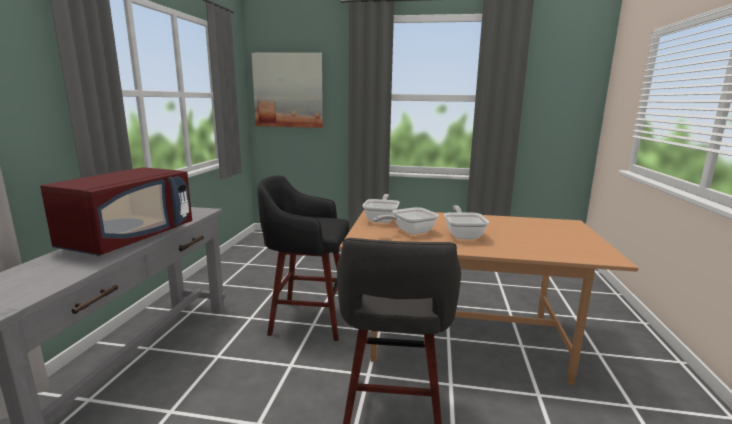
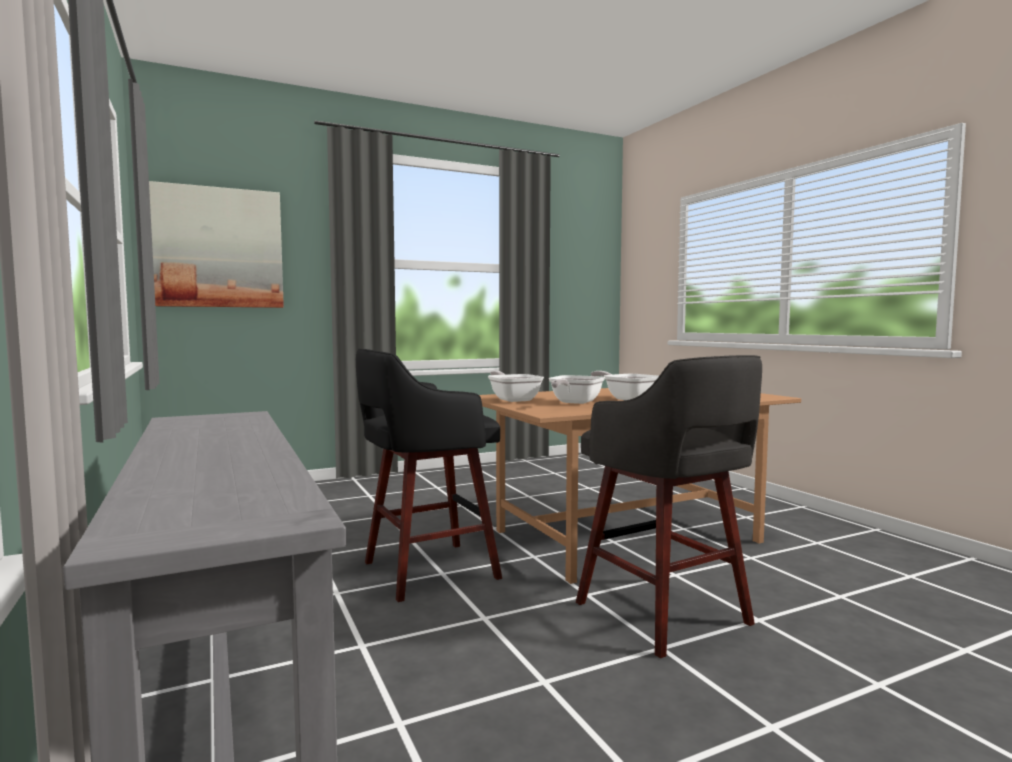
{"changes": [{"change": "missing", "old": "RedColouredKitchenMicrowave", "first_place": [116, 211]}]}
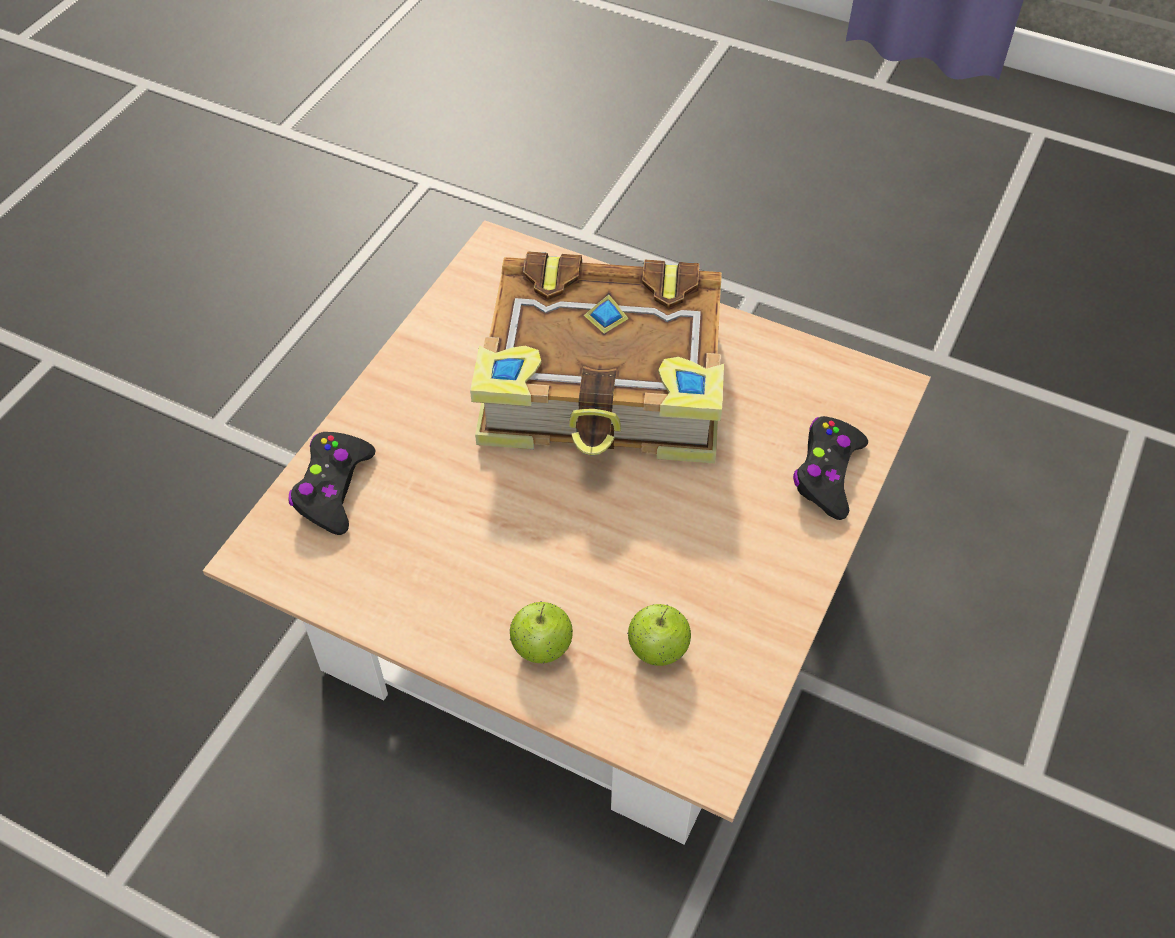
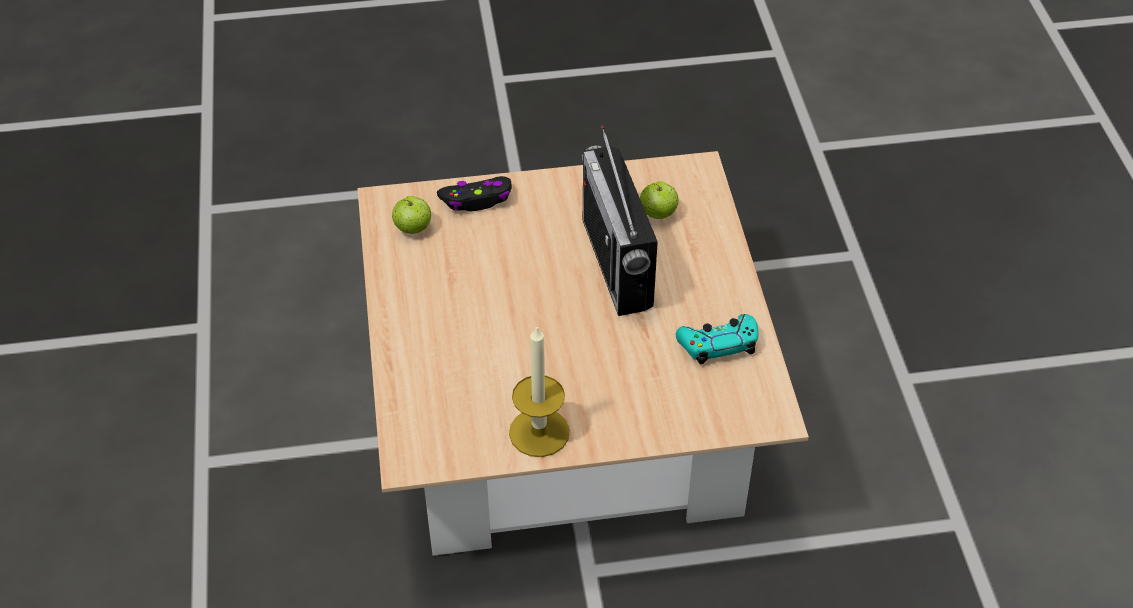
{"changes": [{"change": "missing", "old": "Book", "first_place": [597, 357]}, {"change": "missing", "old": "BlackColouredJoypad", "first_place": [332, 483]}, {"change": "relocated", "old": "AppleFruit", "first_place": [541, 632], "second_place": [411, 215]}, {"change": "appeared", "new": "RadioSet", "second_place": [620, 220]}, {"change": "appeared", "new": "TurquoiseColouredJoypad", "second_place": [717, 339]}, {"change": "appeared", "new": "WaxLight", "second_place": [539, 391]}]}
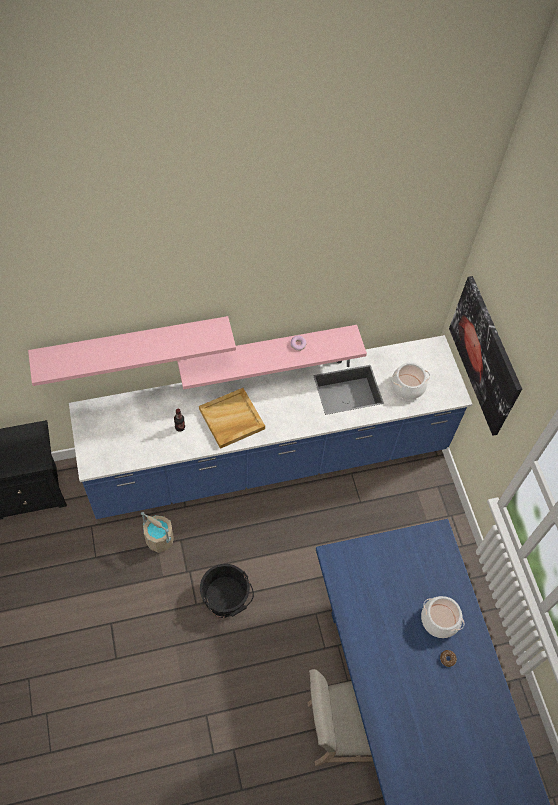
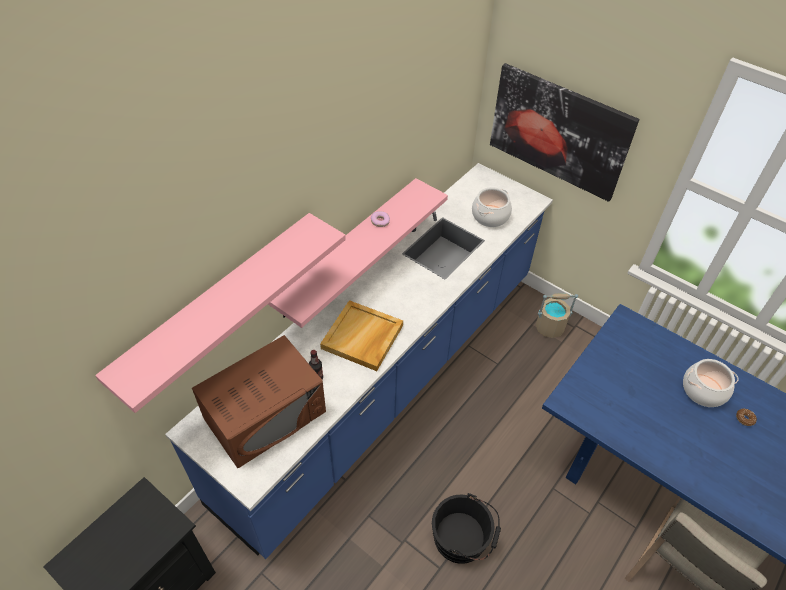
{"changes": [{"change": "relocated", "old": "BeigeWaterBucket", "first_place": [157, 532], "second_place": [557, 315]}, {"change": "appeared", "new": "BrownColouredKitchenMicrowave", "second_place": [259, 401]}]}
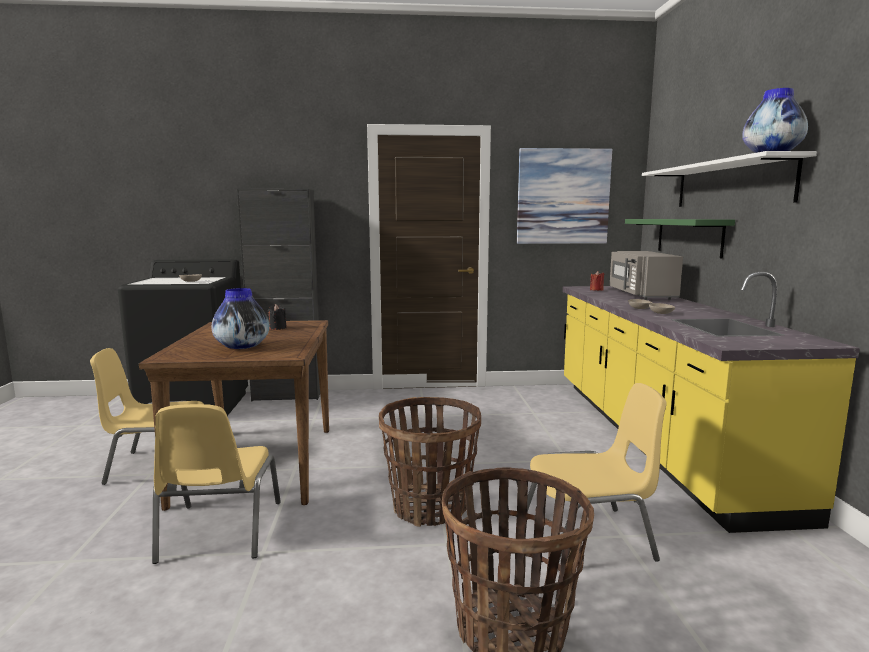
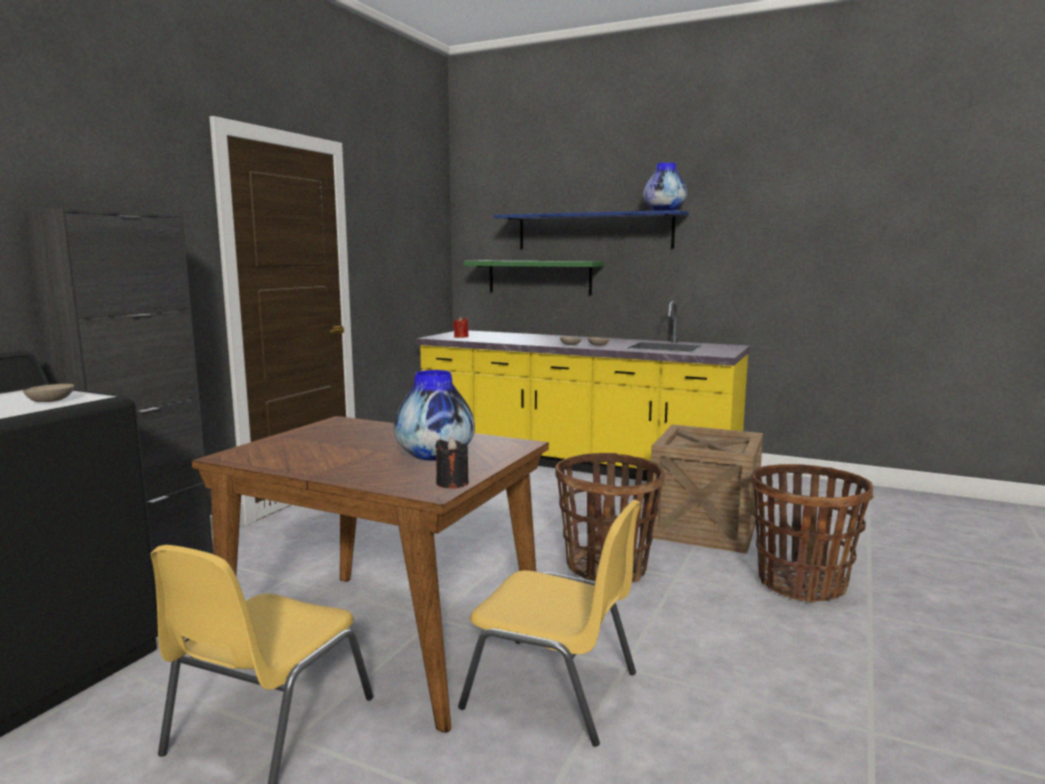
{"changes": [{"change": "missing", "old": "WallArt", "first_place": [564, 196]}, {"change": "colour", "old": "WhiteShelf", "new": "BluishShelf", "first_place": [729, 179], "second_place": [591, 229]}, {"change": "missing", "old": "GrayKitchenMicrowave", "first_place": [646, 275]}, {"change": "relocated", "old": "BlackColouredWaxLight", "first_place": [277, 317], "second_place": [452, 463]}, {"change": "exchanged", "old": "YellowishChair", "new": "Crate", "first_place": [597, 472], "second_place": [707, 489]}]}
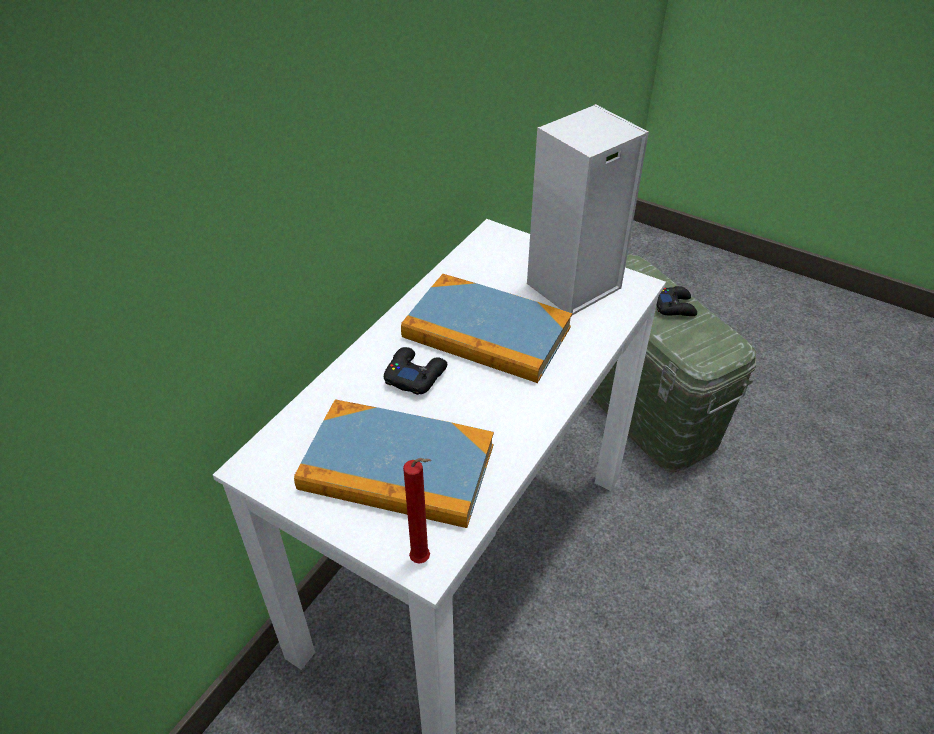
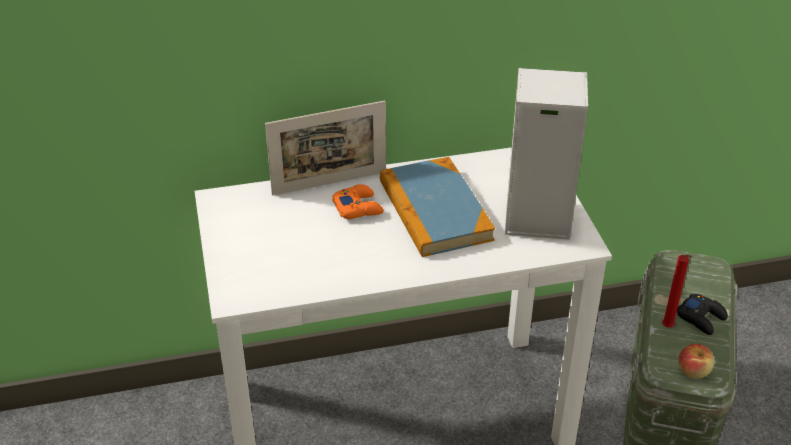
{"changes": [{"change": "colour", "old": "BlackColouredJoypad", "new": "OrangeyJoypad", "first_place": [415, 371], "second_place": [358, 201]}, {"change": "missing", "old": "Book", "first_place": [394, 463]}, {"change": "relocated", "old": "RedColouredWaxLight", "first_place": [417, 511], "second_place": [677, 291]}, {"change": "appeared", "new": "PictureFrame", "second_place": [325, 148]}, {"change": "appeared", "new": "AppleFruit", "second_place": [696, 361]}]}
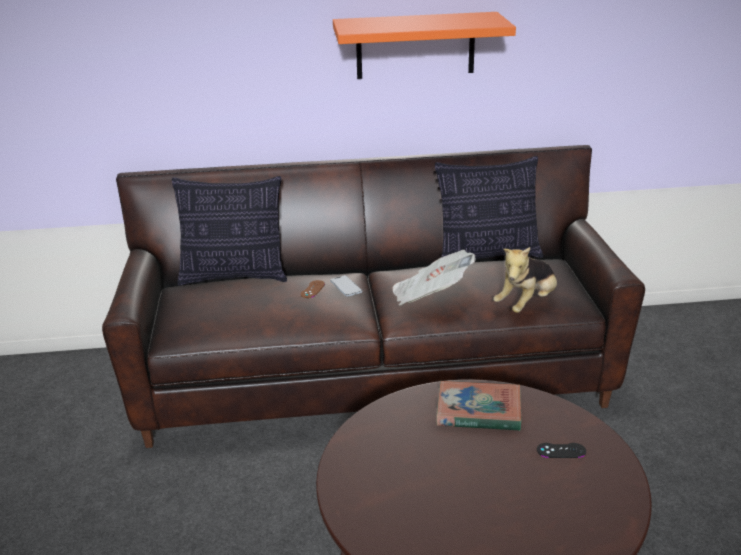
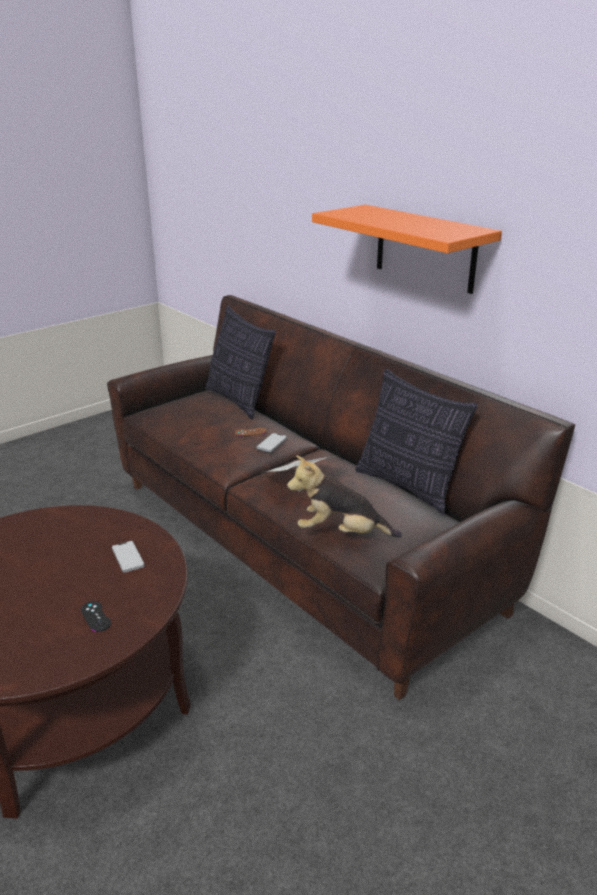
{"changes": [{"change": "exchanged", "old": "Book", "new": "Phone", "first_place": [478, 406], "second_place": [128, 557]}]}
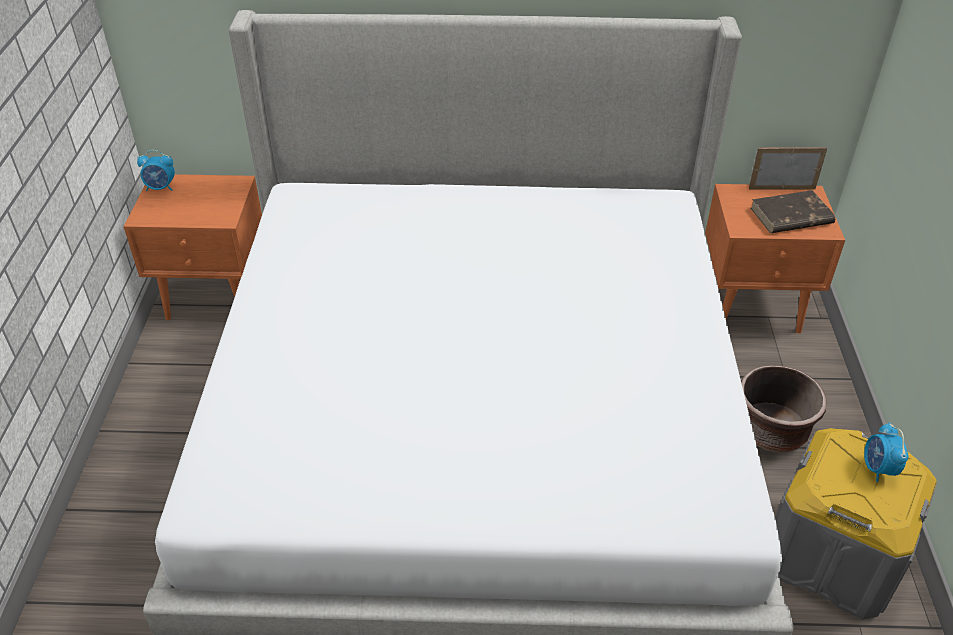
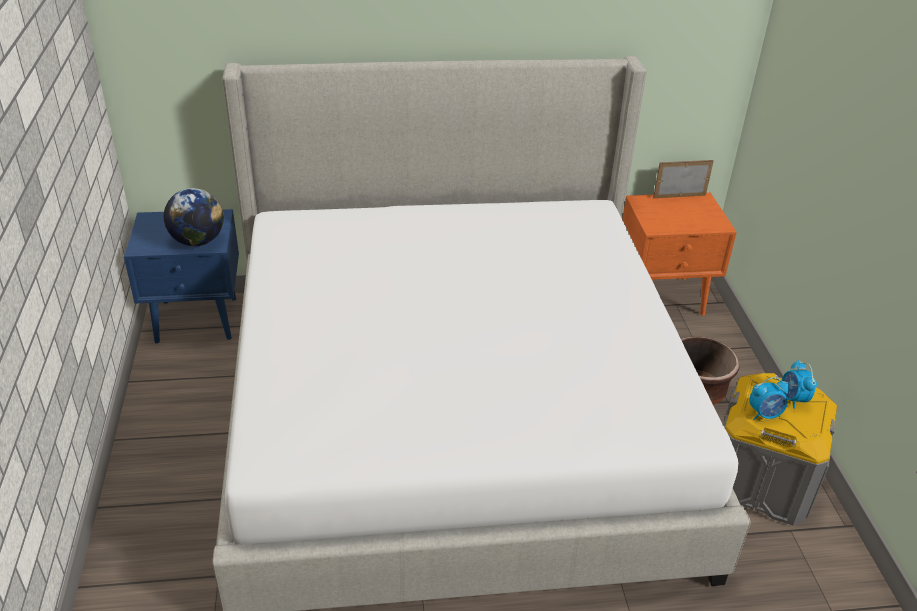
{"changes": [{"change": "relocated", "old": "AlarmClock", "first_place": [156, 170], "second_place": [769, 398]}, {"change": "colour", "old": "OrangeyNightTable", "new": "BluishNightTable", "first_place": [193, 247], "second_place": [181, 276]}, {"change": "missing", "old": "BrownColouredBook", "first_place": [792, 211]}, {"change": "appeared", "new": "DeskGlobe", "second_place": [194, 217]}]}
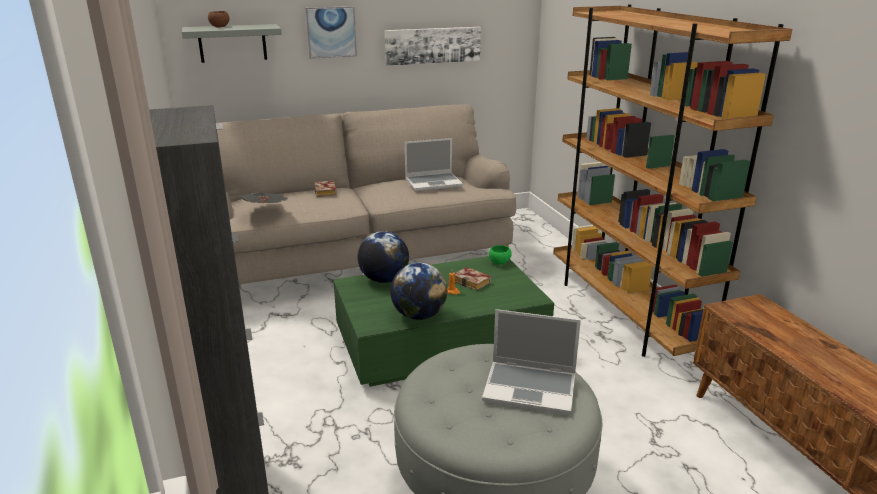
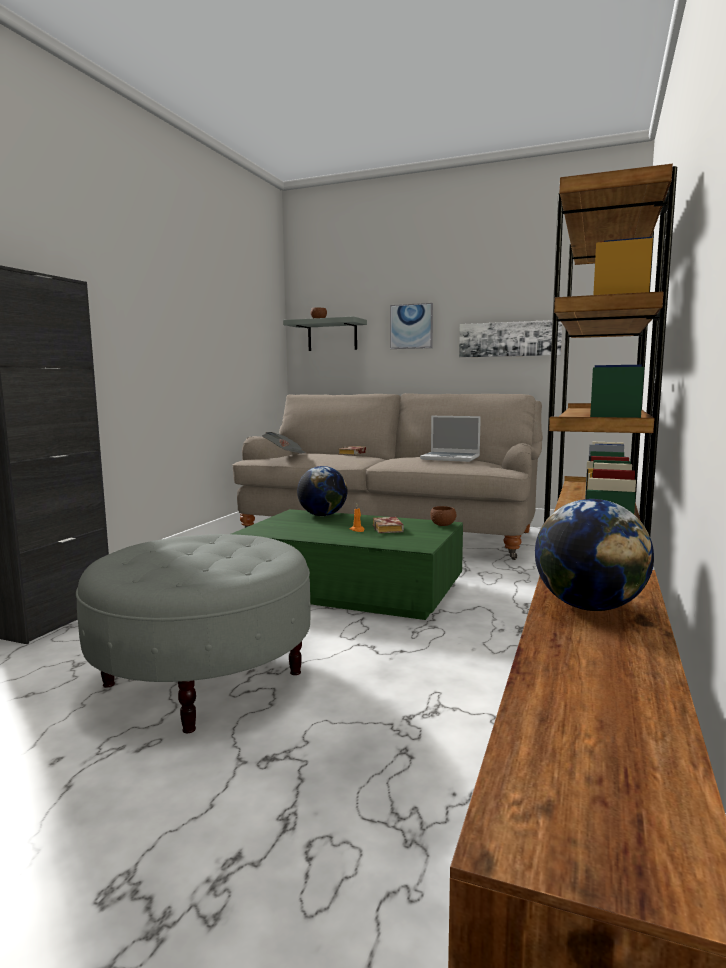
{"changes": [{"change": "colour", "old": "GreenBowl", "new": "BrownColouredBowl", "first_place": [500, 255], "second_place": [443, 516]}, {"change": "relocated", "old": "DeskGlobe", "first_place": [418, 291], "second_place": [594, 555]}, {"change": "missing", "old": "NotebookComputer", "first_place": [531, 362]}]}
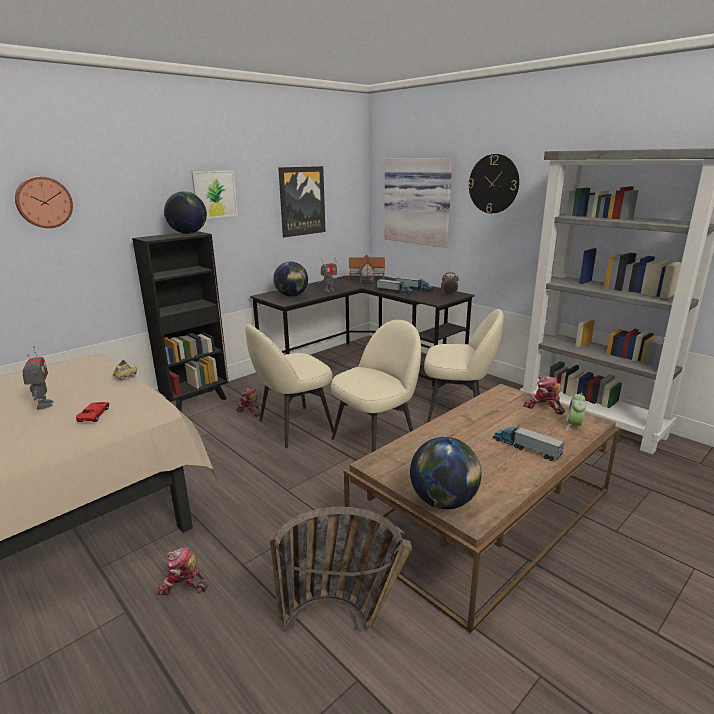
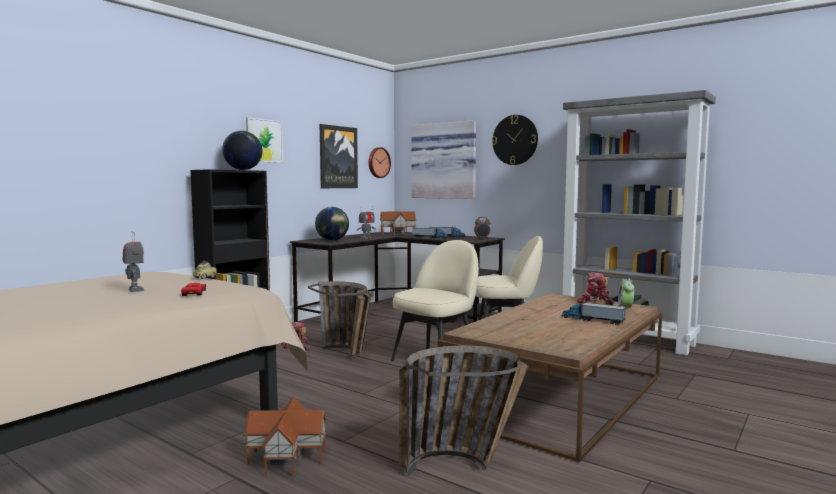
{"changes": [{"change": "relocated", "old": "HangingClock", "first_place": [44, 202], "second_place": [380, 162]}, {"change": "exchanged", "old": "BeigeChair", "new": "StorageBasket", "first_place": [289, 385], "second_place": [340, 320]}, {"change": "missing", "old": "DeskGlobe", "first_place": [445, 473]}, {"change": "exchanged", "old": "RobotFigure", "new": "ToyHouse", "first_place": [182, 571], "second_place": [285, 436]}]}
